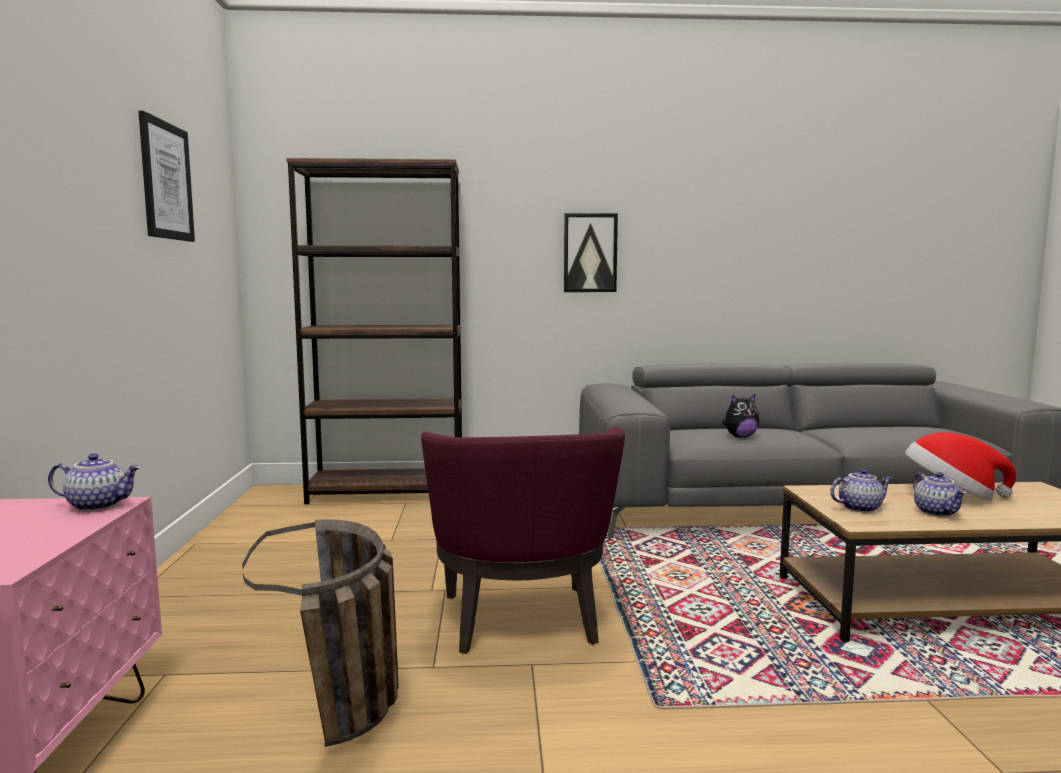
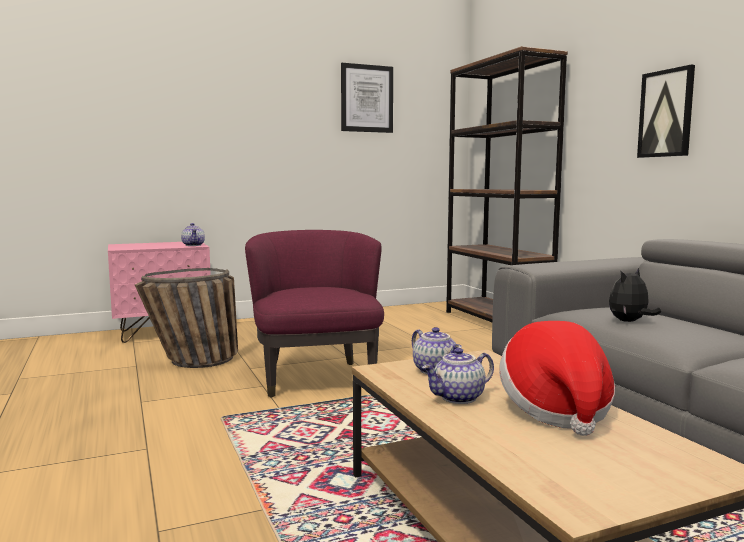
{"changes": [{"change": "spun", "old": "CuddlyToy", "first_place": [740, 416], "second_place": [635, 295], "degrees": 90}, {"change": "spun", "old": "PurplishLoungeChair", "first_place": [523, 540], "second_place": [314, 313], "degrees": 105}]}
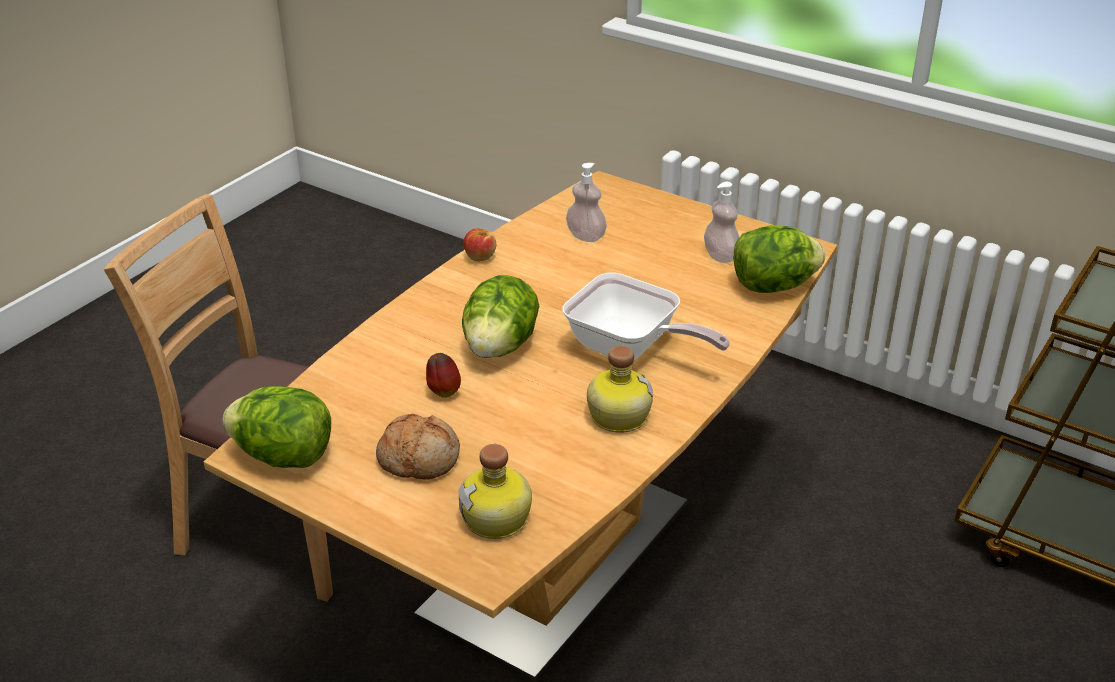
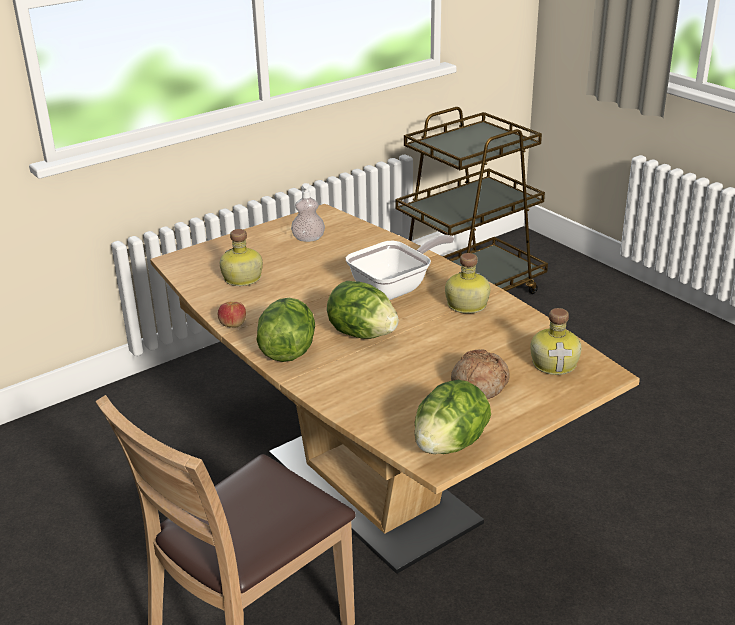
{"changes": [{"change": "exchanged", "old": "LiquidSoapBottle", "new": "Bottle", "first_place": [586, 202], "second_place": [241, 257]}, {"change": "relocated", "old": "LettuceHead", "first_place": [779, 259], "second_place": [285, 330]}, {"change": "missing", "old": "AppleFruit", "first_place": [443, 375]}]}
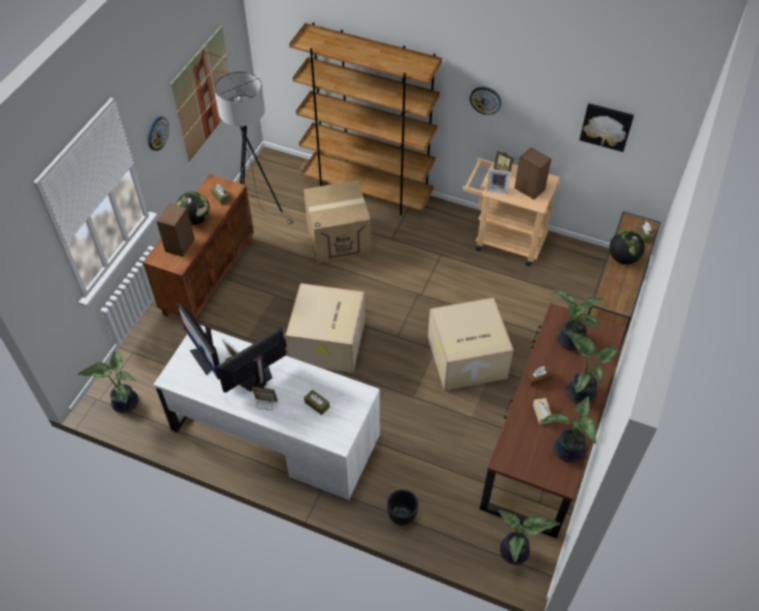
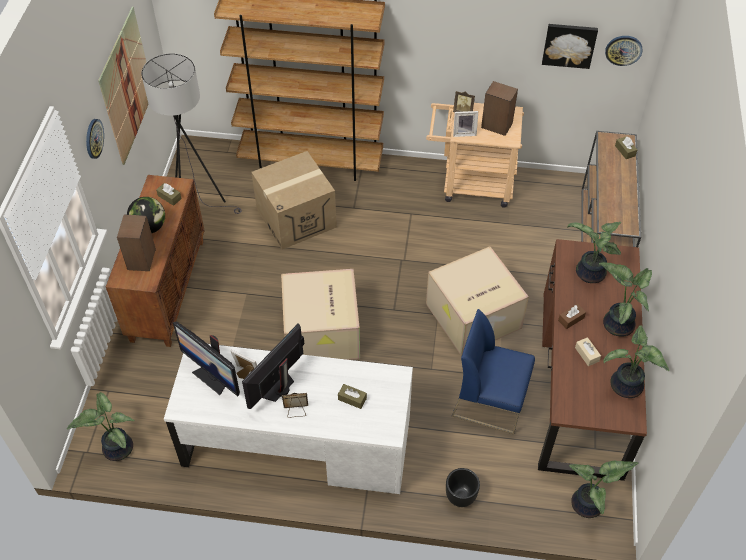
{"changes": [{"change": "relocated", "old": "HangingClock", "first_place": [485, 101], "second_place": [624, 51]}, {"change": "missing", "old": "DeskGlobe", "first_place": [627, 247]}, {"change": "appeared", "new": "BluishChair", "second_place": [493, 371]}]}
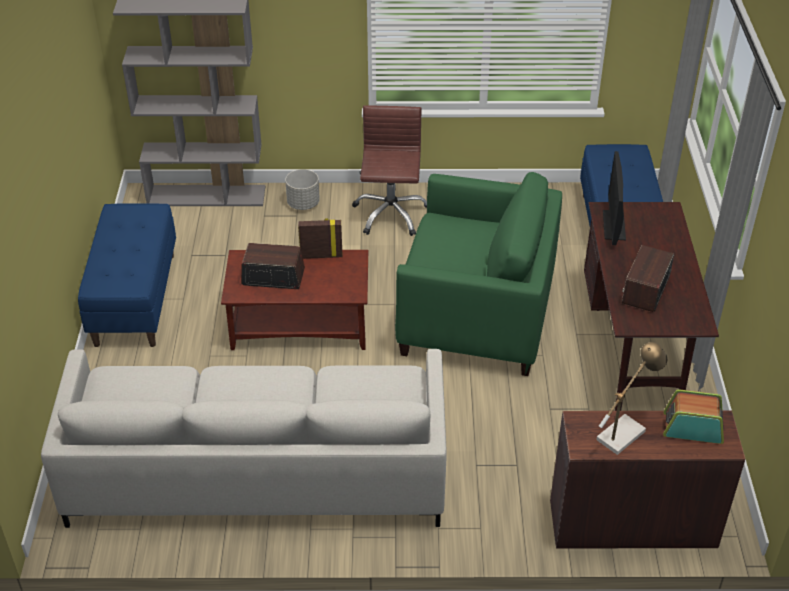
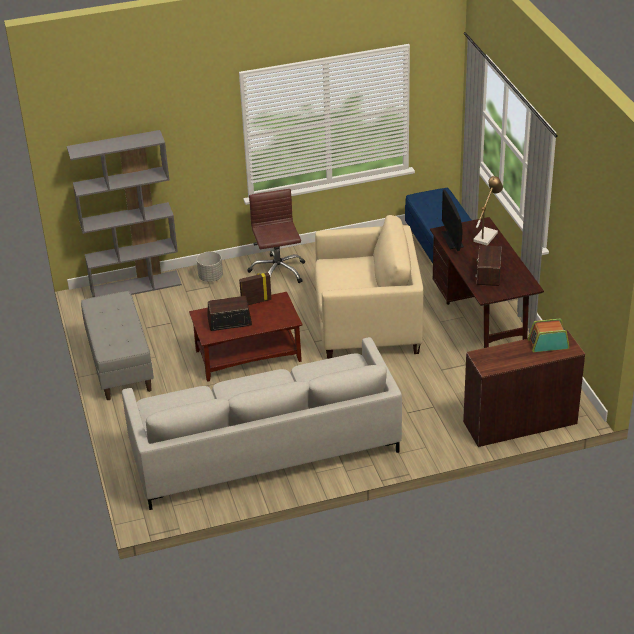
{"changes": [{"change": "colour", "old": "GreenLoungeChair", "new": "BeigeLoungeChair", "first_place": [478, 274], "second_place": [369, 287]}, {"change": "colour", "old": "BluishIndoorBench", "new": "GrayIndoorBench", "first_place": [127, 275], "second_place": [117, 345]}, {"change": "relocated", "old": "TableLamp", "first_place": [631, 398], "second_place": [488, 210]}]}
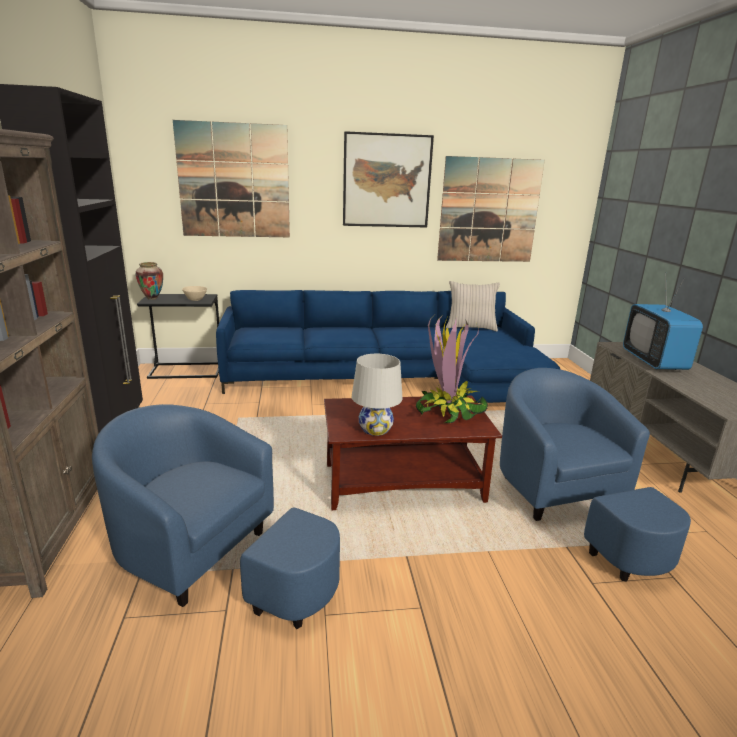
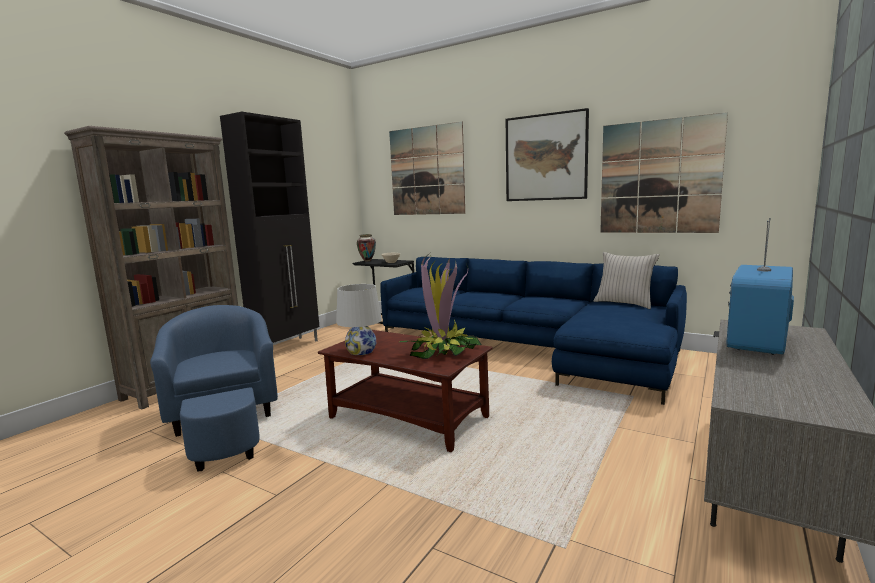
{"changes": [{"change": "missing", "old": "BluishLoungeChair", "first_place": [595, 474]}]}
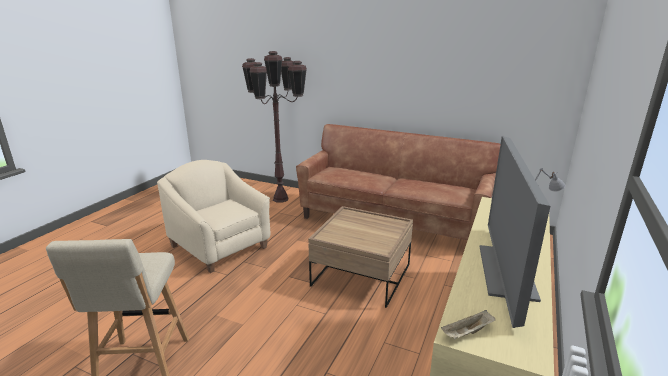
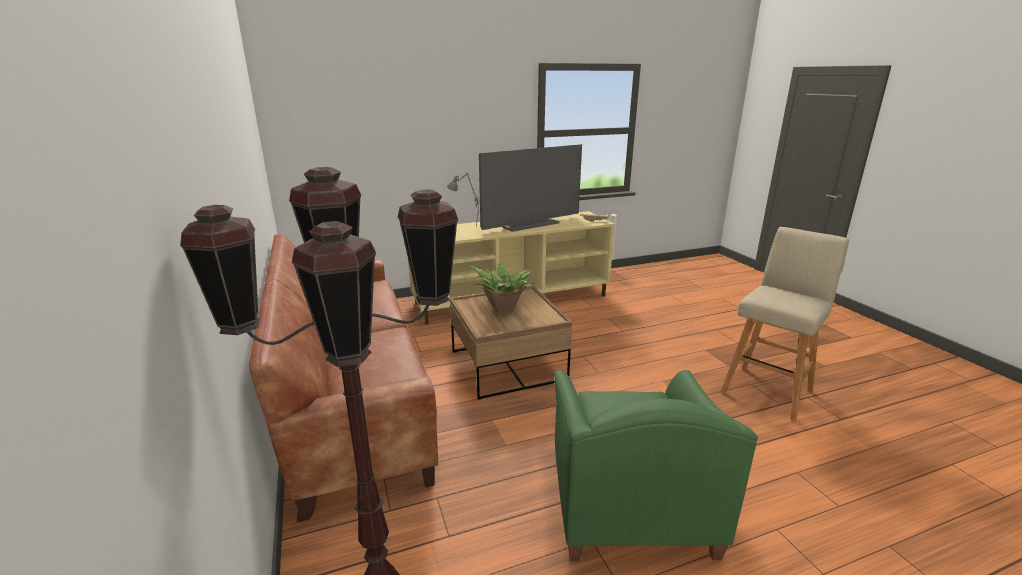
{"changes": [{"change": "colour", "old": "BeigeLoungeChair", "new": "GreenLoungeChair", "first_place": [213, 216], "second_place": [656, 465]}, {"change": "appeared", "new": "Houseplant", "second_place": [502, 289]}]}
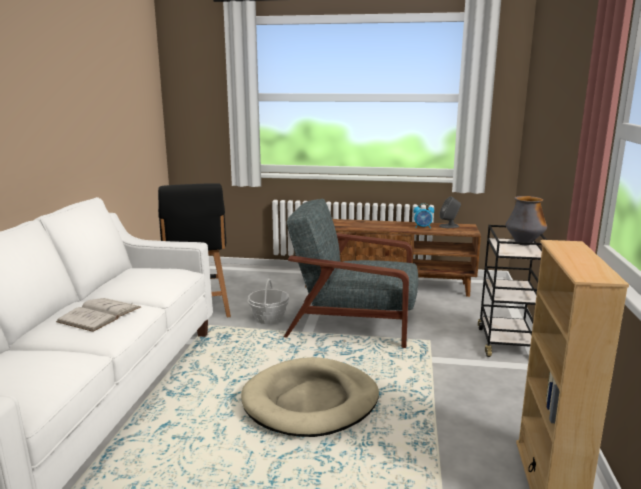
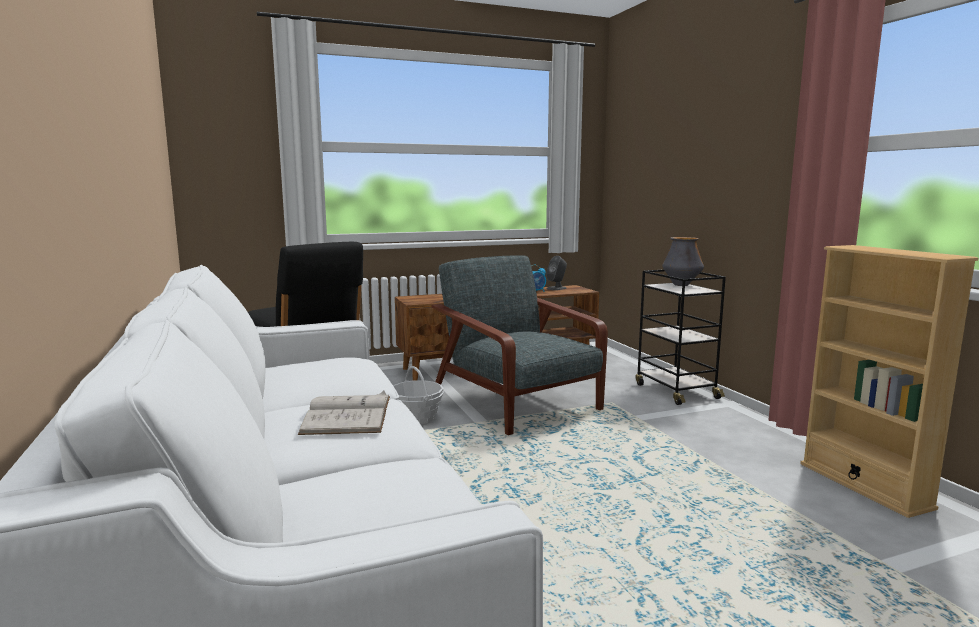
{"changes": [{"change": "spun", "old": "GrayLoungeChair", "first_place": [351, 273], "second_place": [519, 345], "degrees": 75}, {"change": "missing", "old": "BeigeDogCushion", "first_place": [310, 397]}]}
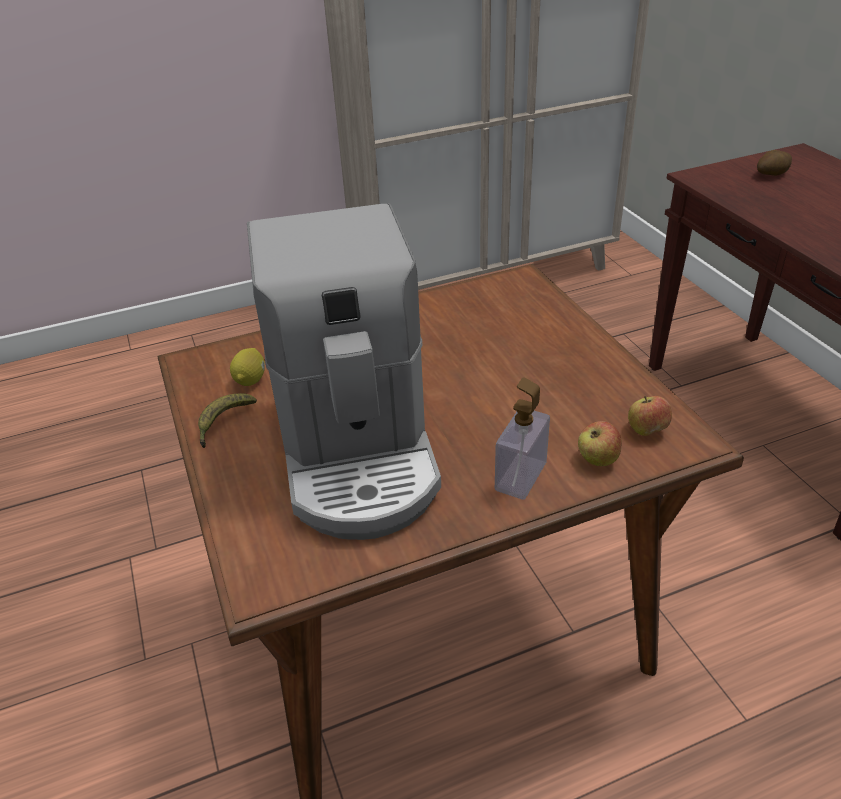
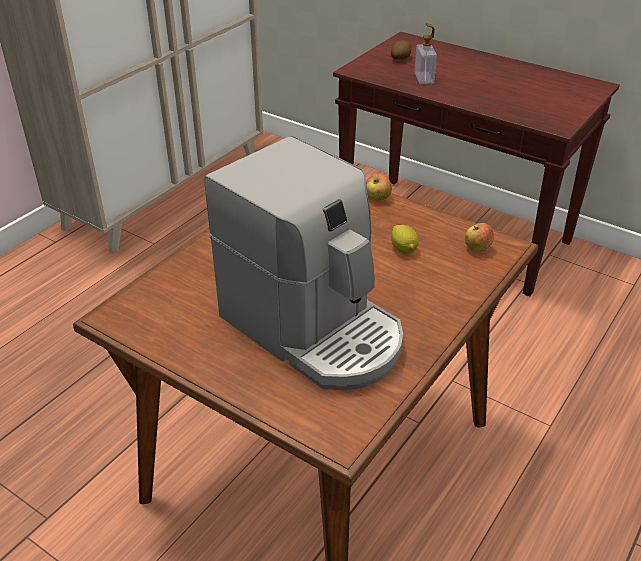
{"changes": [{"change": "relocated", "old": "WholeLemon", "first_place": [247, 367], "second_place": [405, 239]}, {"change": "relocated", "old": "LiquidSoapBottle", "first_place": [522, 438], "second_place": [425, 53]}, {"change": "missing", "old": "WholeBanana", "first_place": [227, 420]}, {"change": "relocated", "old": "AppleFruit", "first_place": [600, 443], "second_place": [379, 187]}]}
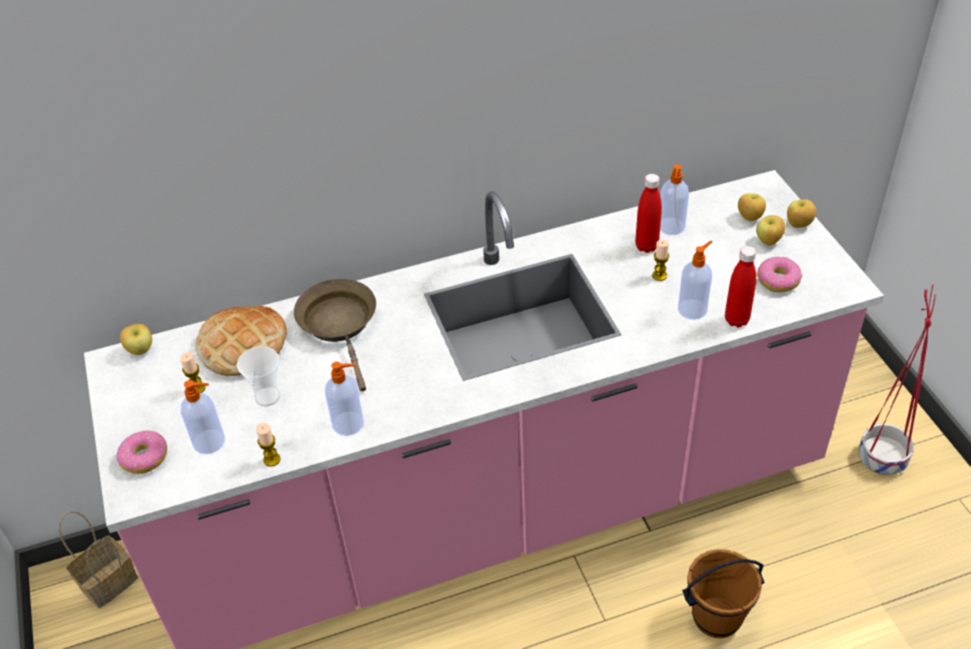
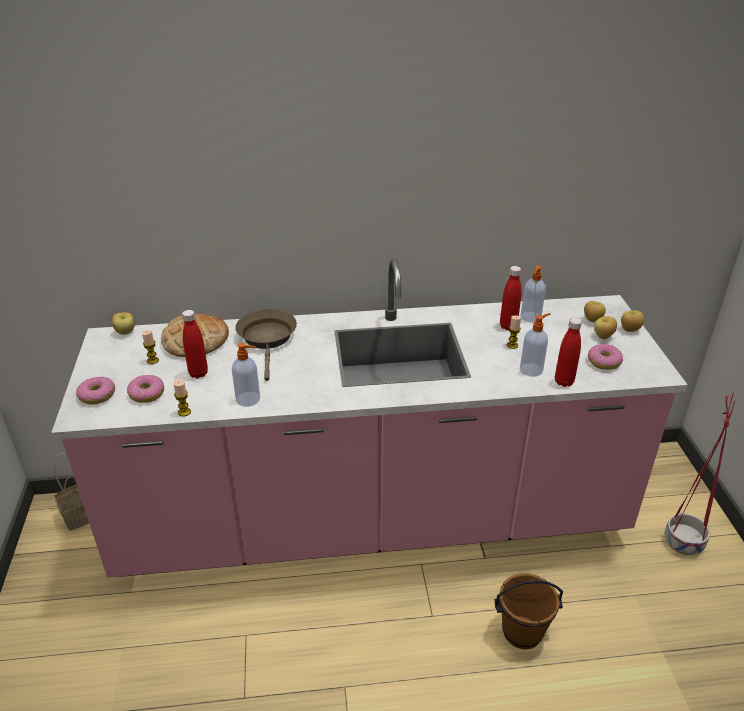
{"changes": [{"change": "exchanged", "old": "DrinkingCup", "new": "RedColouredBottle", "first_place": [258, 376], "second_place": [195, 344]}, {"change": "exchanged", "old": "LiquidSoapBottle", "new": "Doughnut", "first_place": [203, 417], "second_place": [145, 389]}]}
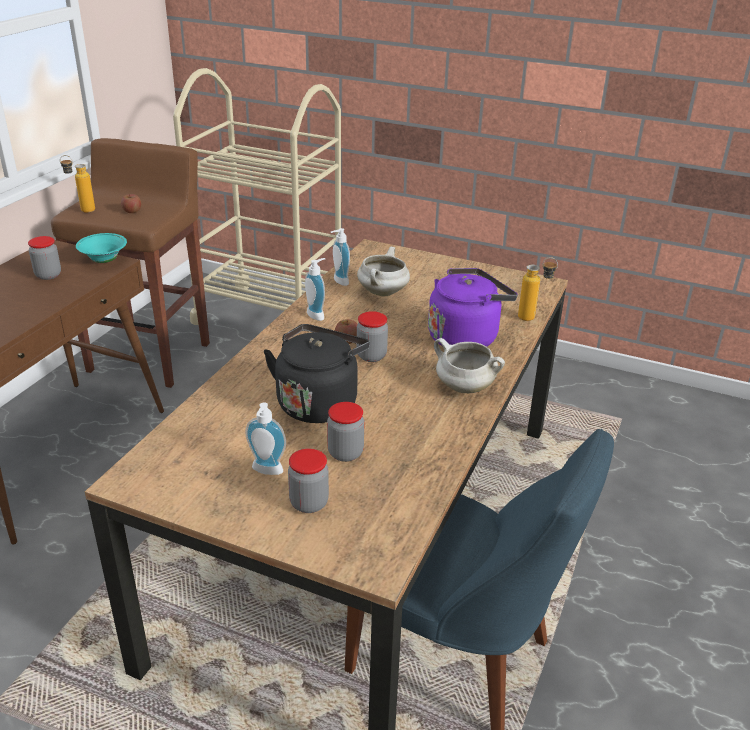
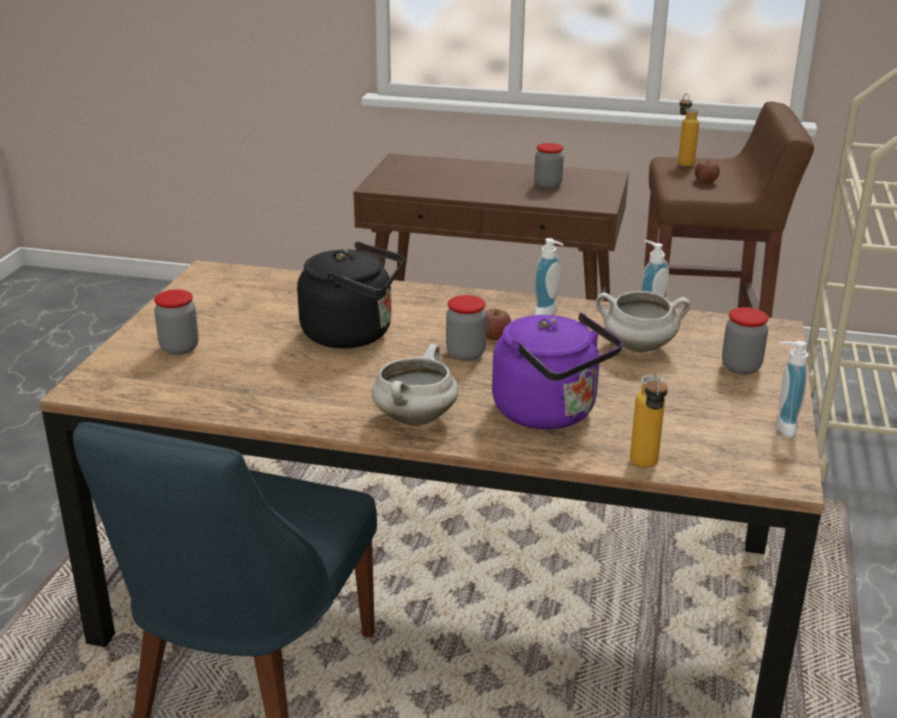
{"changes": [{"change": "missing", "old": "TurquoiseColouredBowl", "first_place": [101, 248]}, {"change": "relocated", "old": "PreserveJar", "first_place": [345, 432], "second_place": [745, 340]}, {"change": "relocated", "old": "LiquidSoapBottle", "first_place": [265, 439], "second_place": [792, 389]}]}
